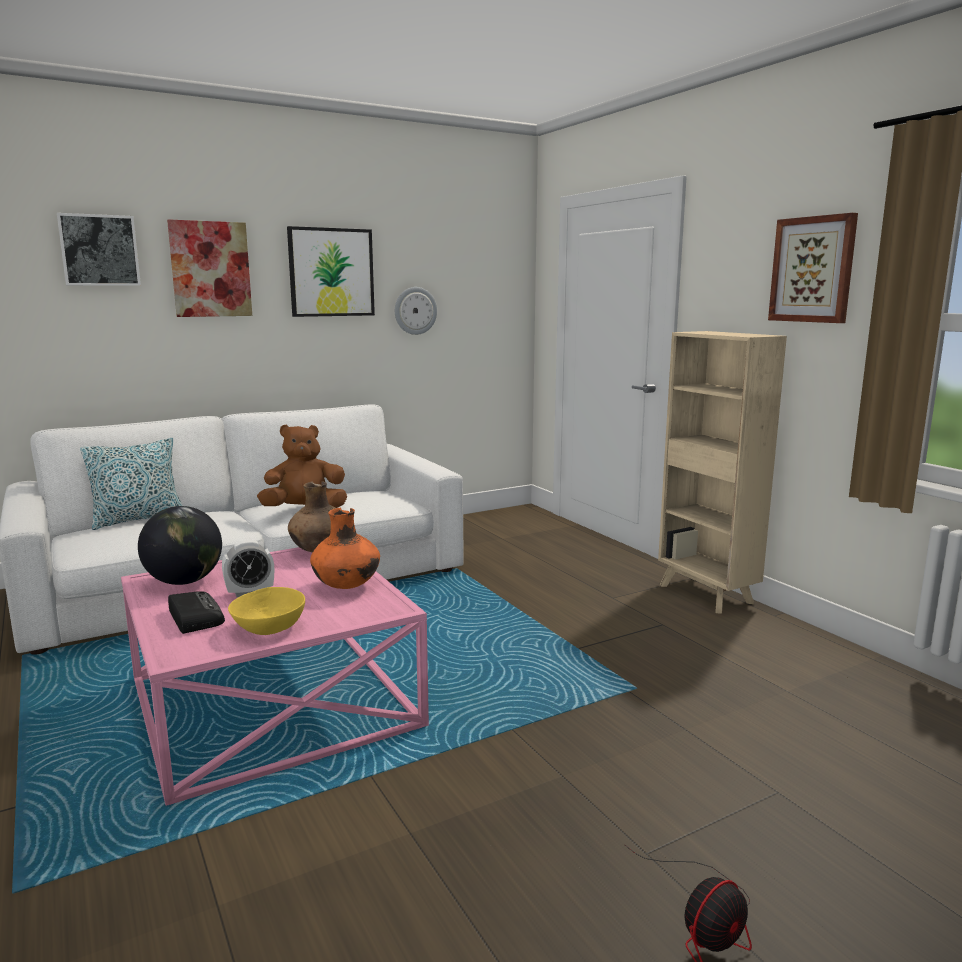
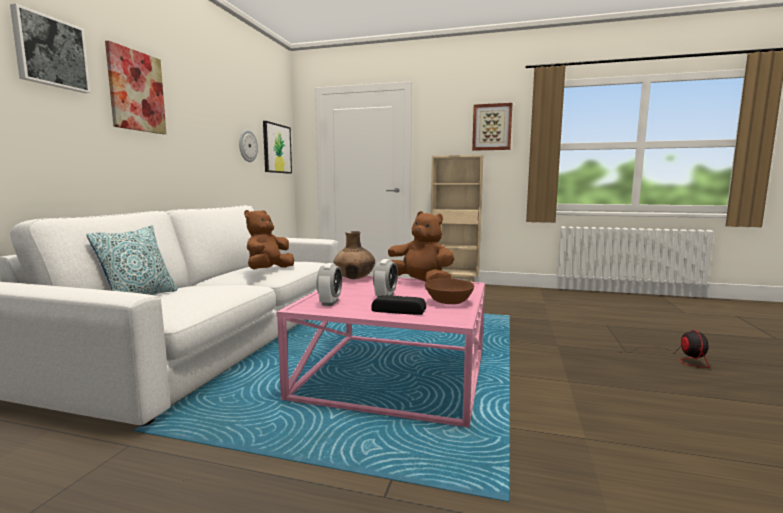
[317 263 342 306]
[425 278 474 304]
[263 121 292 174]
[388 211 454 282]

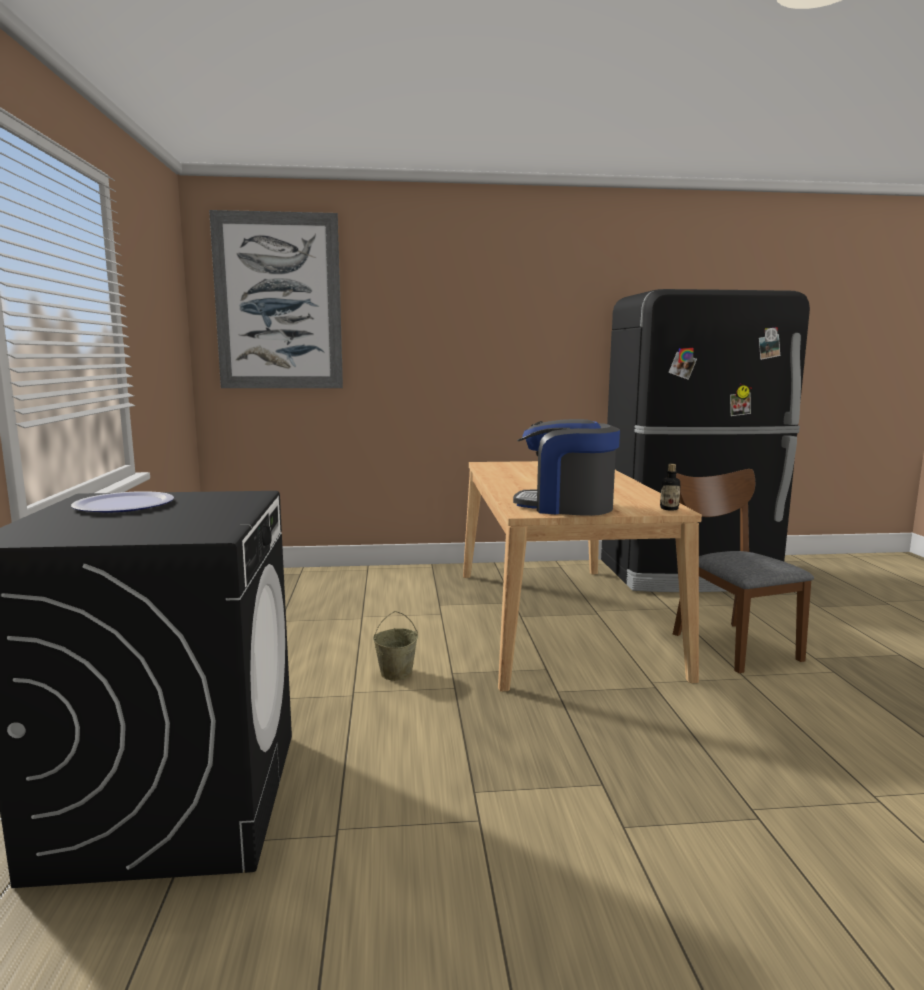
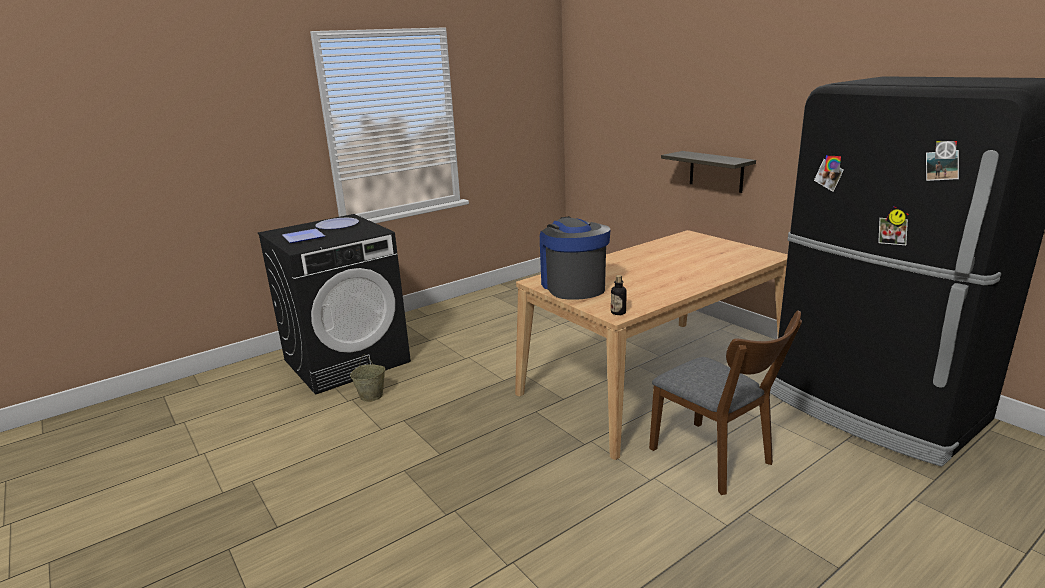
[209 210 343 388] (first image)
[350 354 385 402]
[649 310 802 495]
[282 229 325 243]
[661 151 756 193]

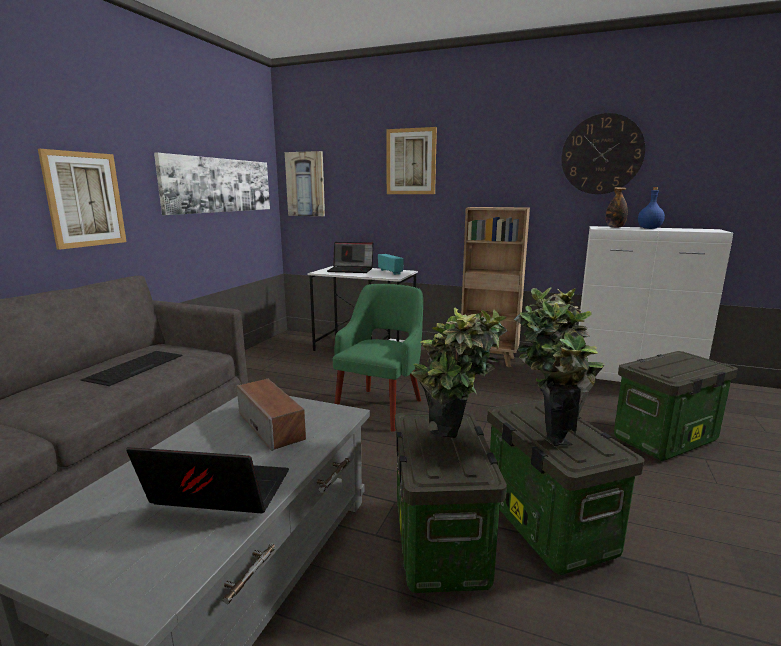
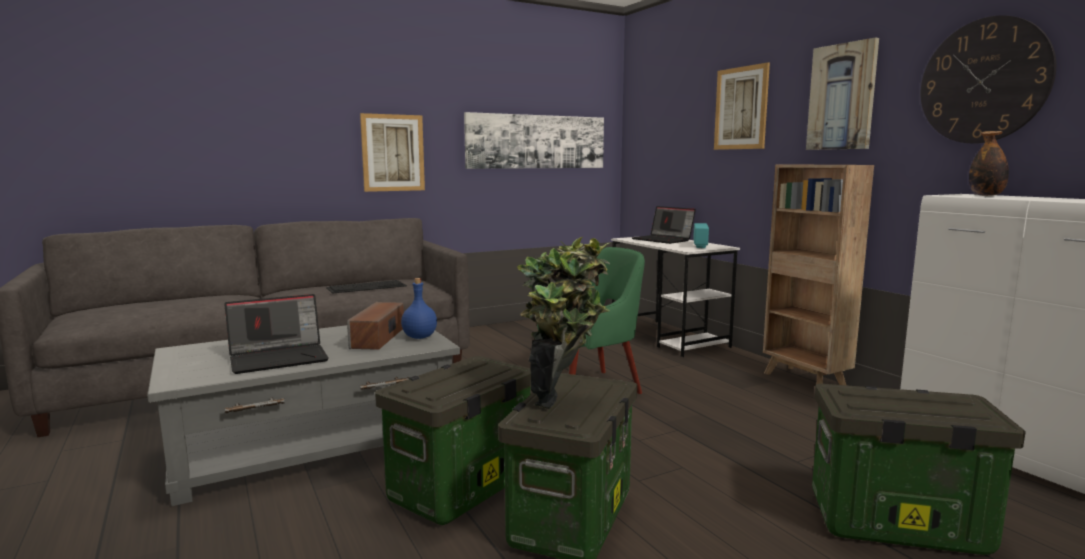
[224 294 329 374]
[806 37 879 150]
[411 308 507 438] (first image)
[401 278 437 339]

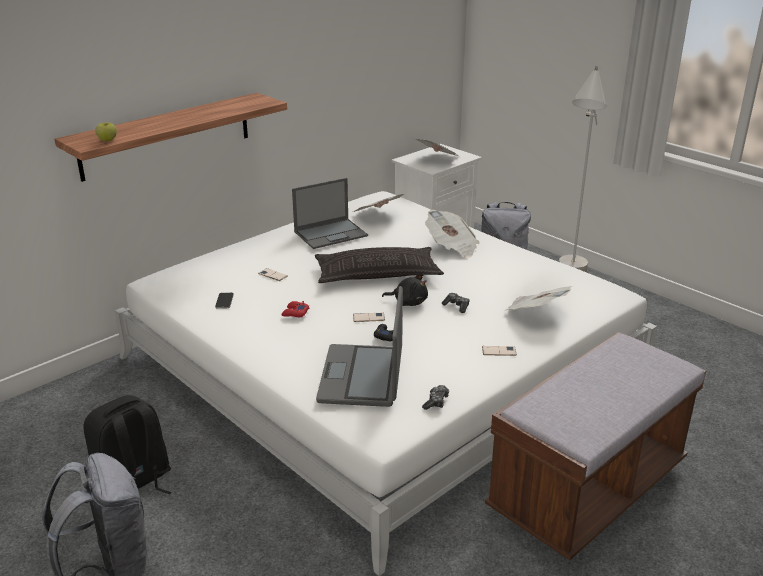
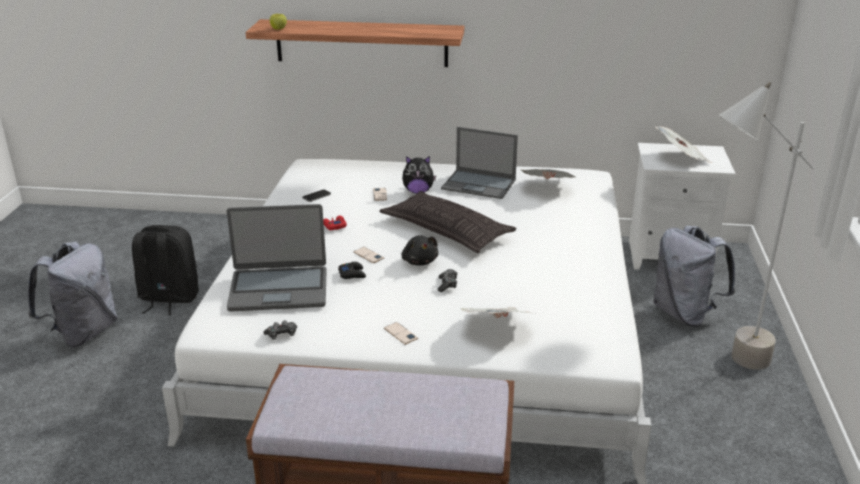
[227 204 326 311]
[425 210 479 258] (first image)
[402 156 436 194]

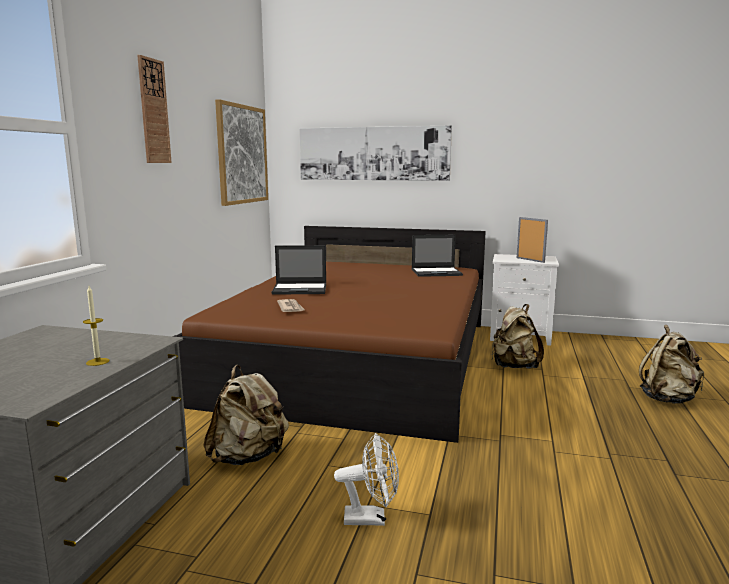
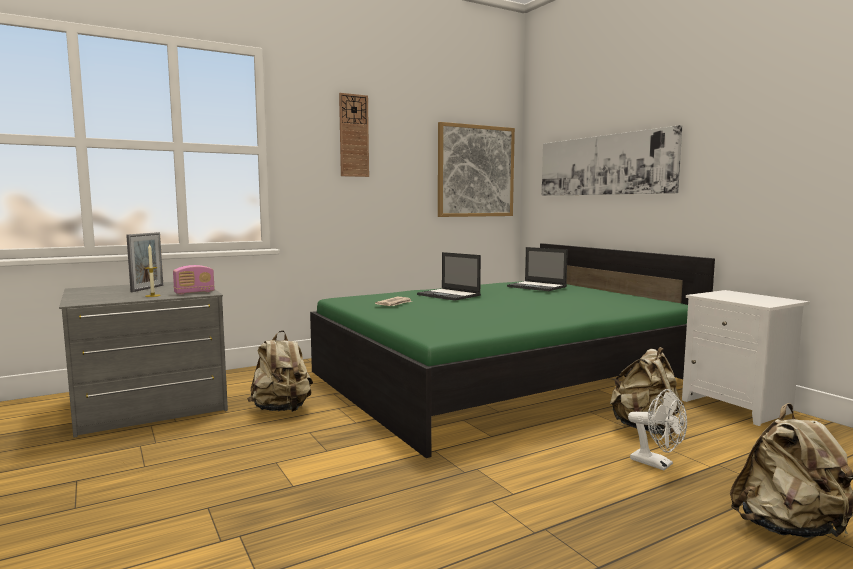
[310 243 715 458]
[628 389 687 470]
[507 247 568 291]
[126 232 163 292]
[173 265 215 294]

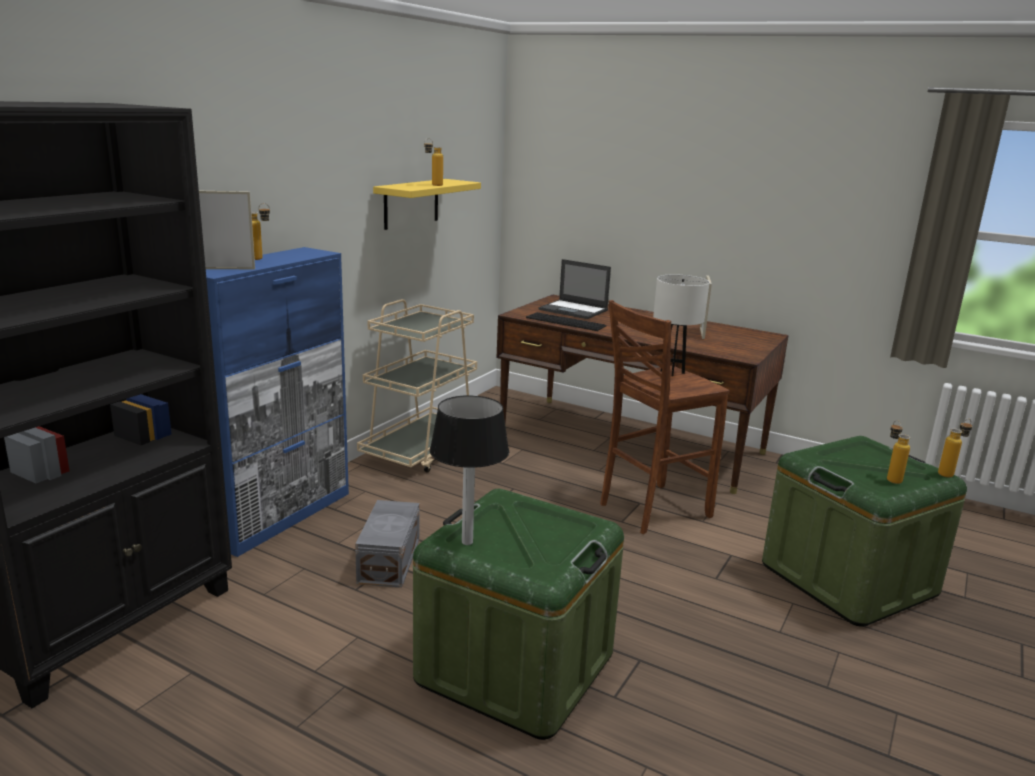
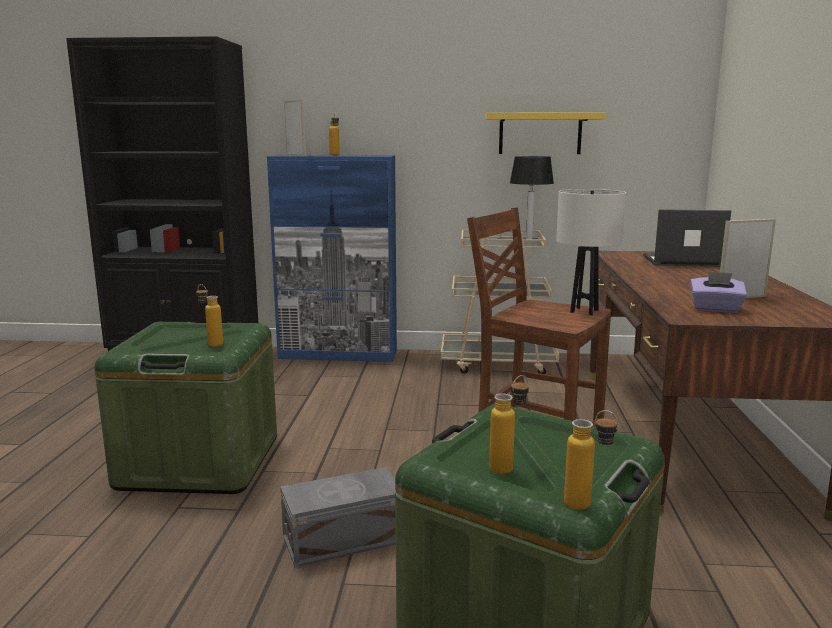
[280 467 396 567]
[196 284 223 347]
[510 156 554 239]
[526 312 607 331] (first image)
[643 209 731 267]
[690 271 747 313]

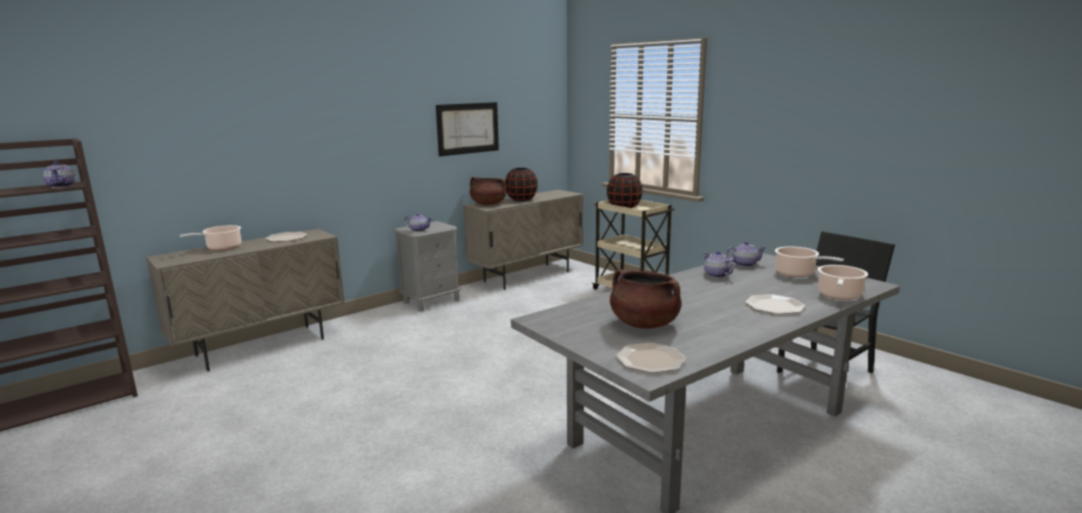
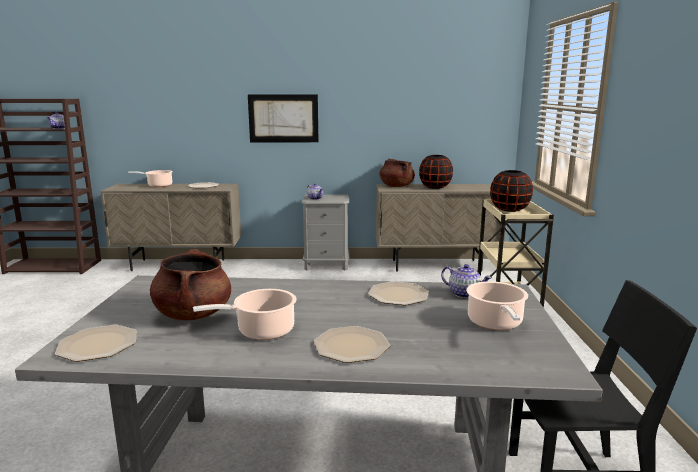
[248 94 318 142]
[368 281 429 305]
[193 289 296 340]

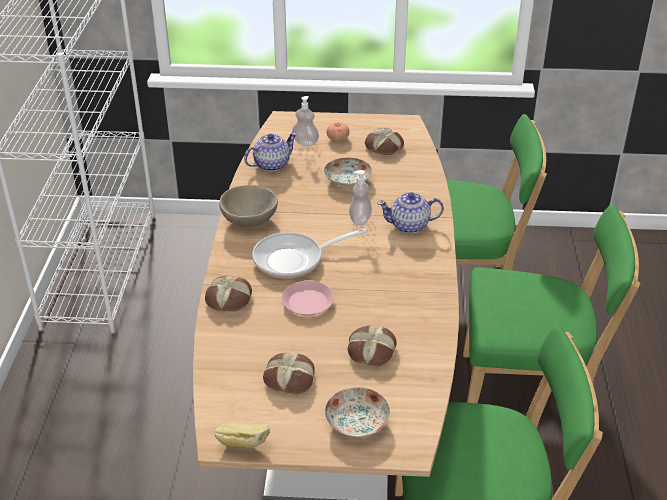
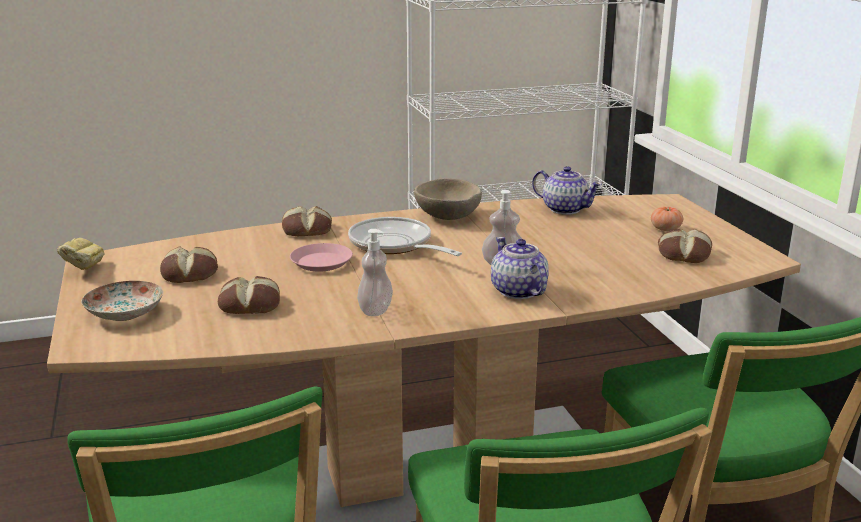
[357 229 393 316]
[324 158 372 187] (first image)

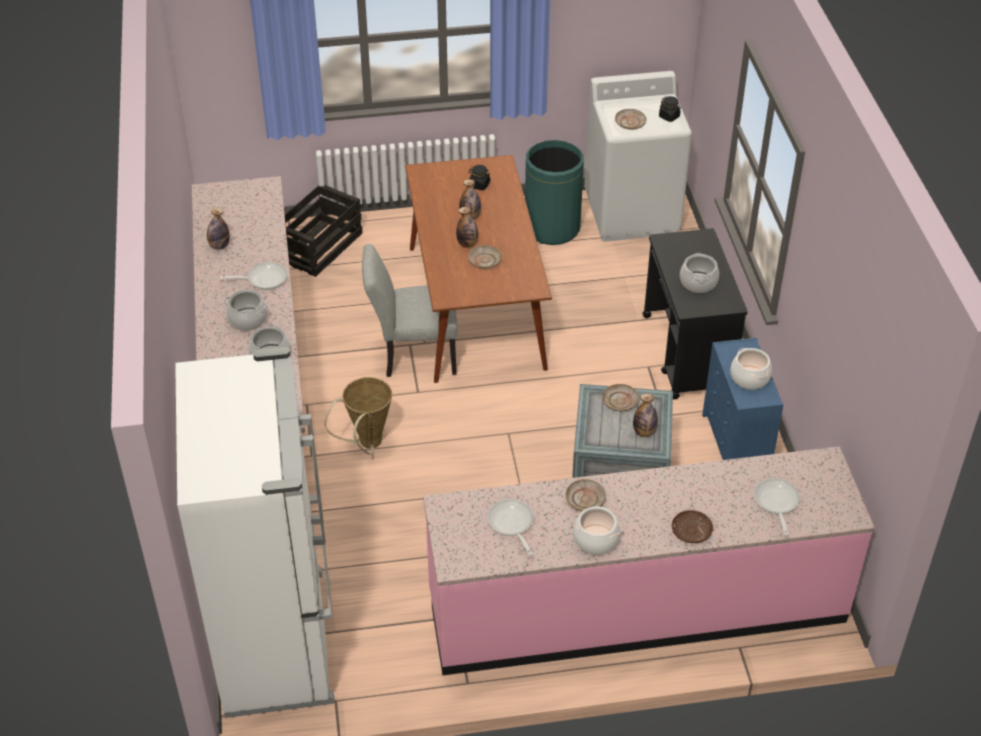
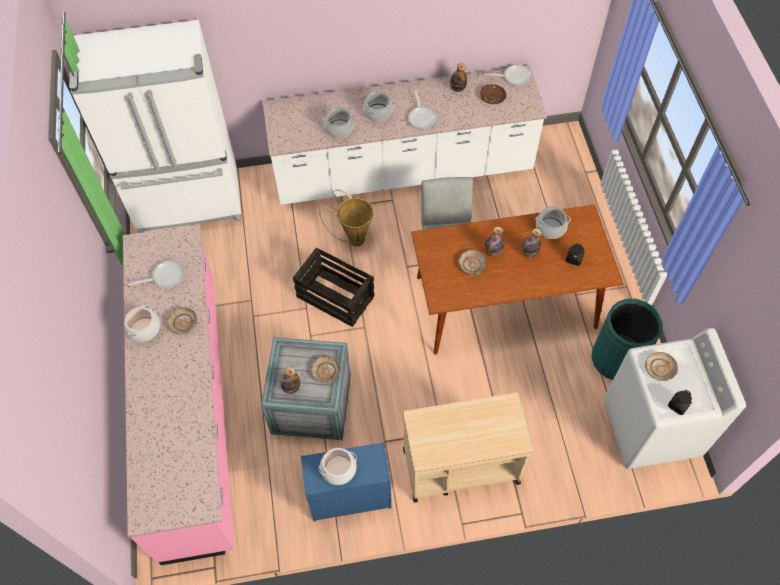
[293 248 375 327]
[403 393 533 503]
[480 84 506 104]
[535 206 571 239]
[485 64 533 86]

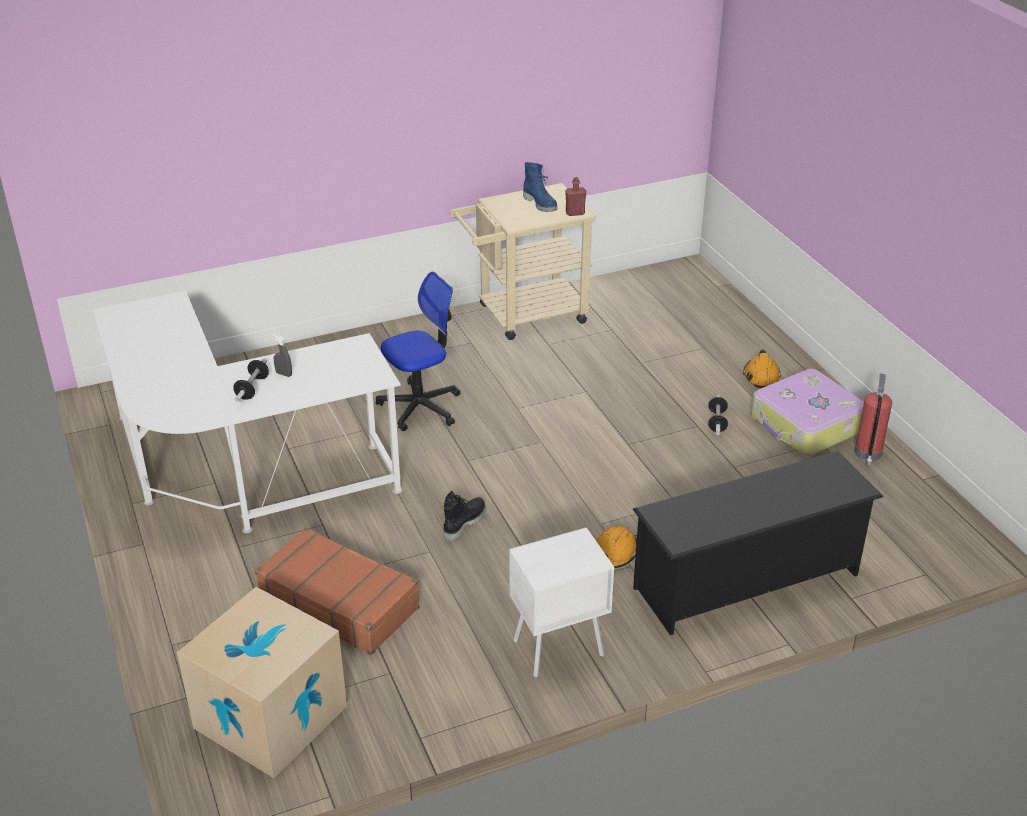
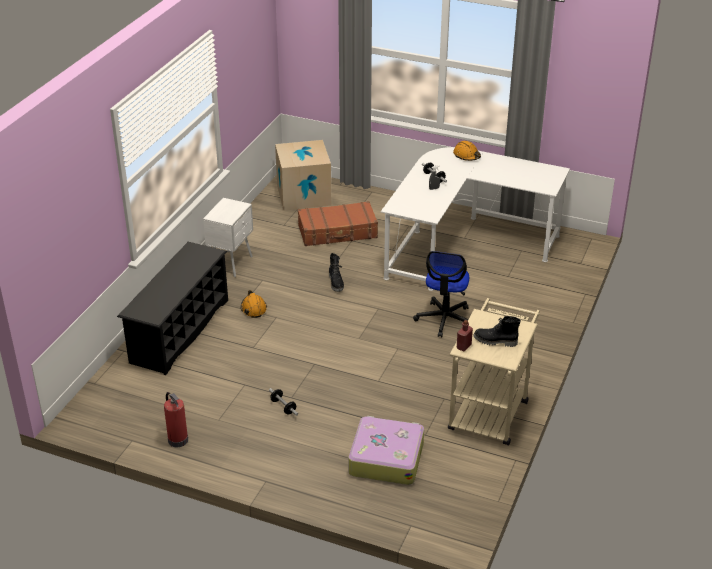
[473 316 521 347]
[453 141 481 161]
[349 416 424 485]

